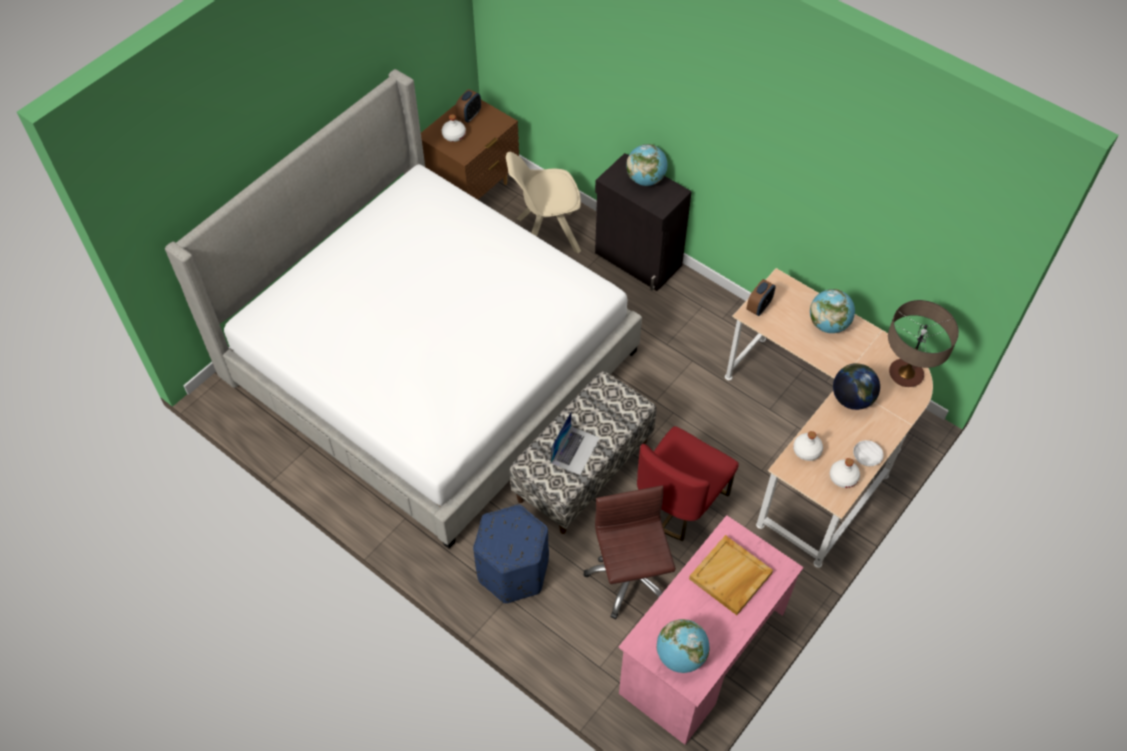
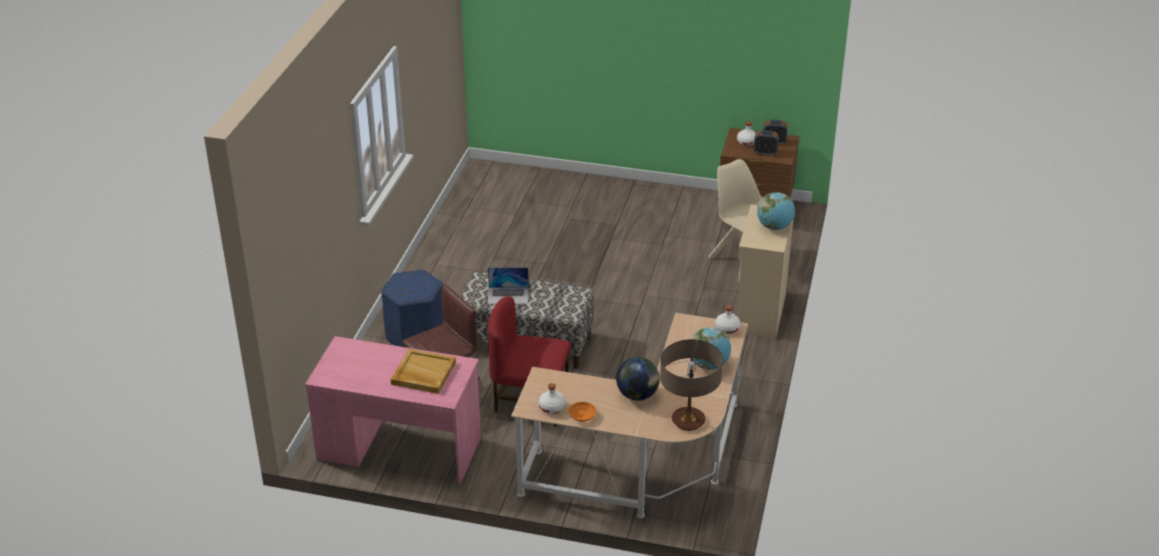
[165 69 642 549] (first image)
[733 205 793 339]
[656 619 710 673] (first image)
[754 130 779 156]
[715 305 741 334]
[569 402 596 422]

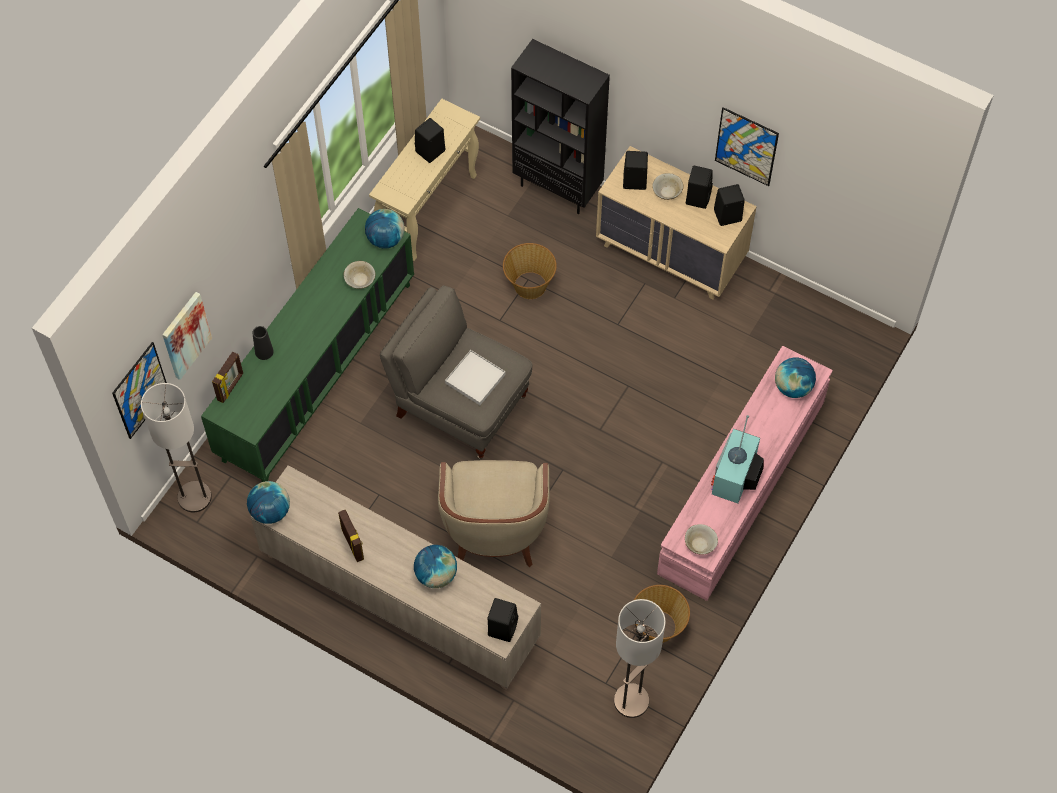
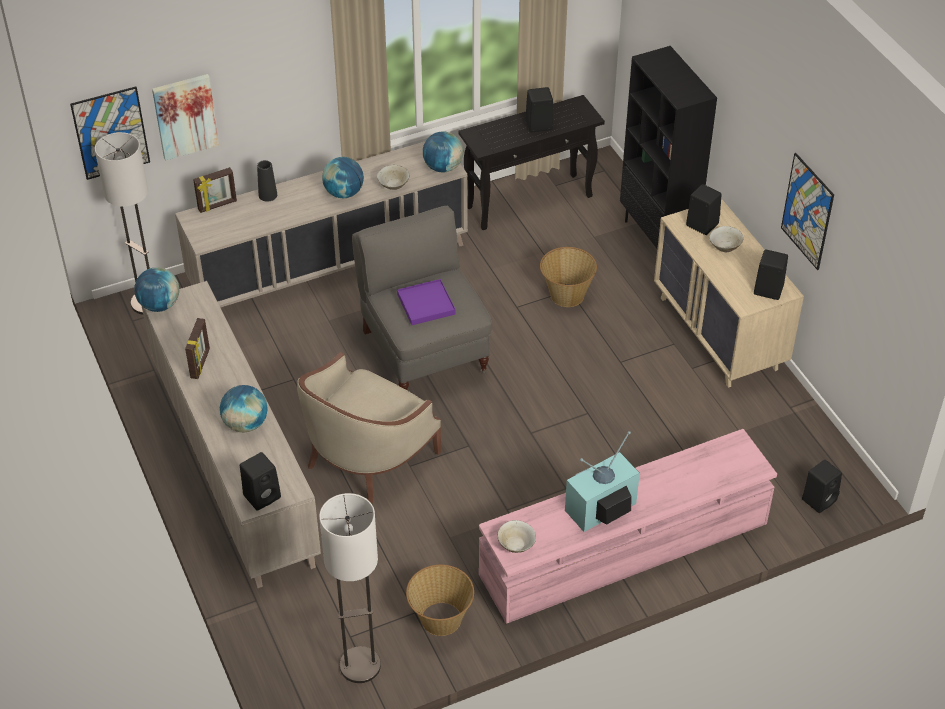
[175 142 468 308]
[459 95 605 230]
[397 279 456 325]
[802 460 842 513]
[322 157 364 198]

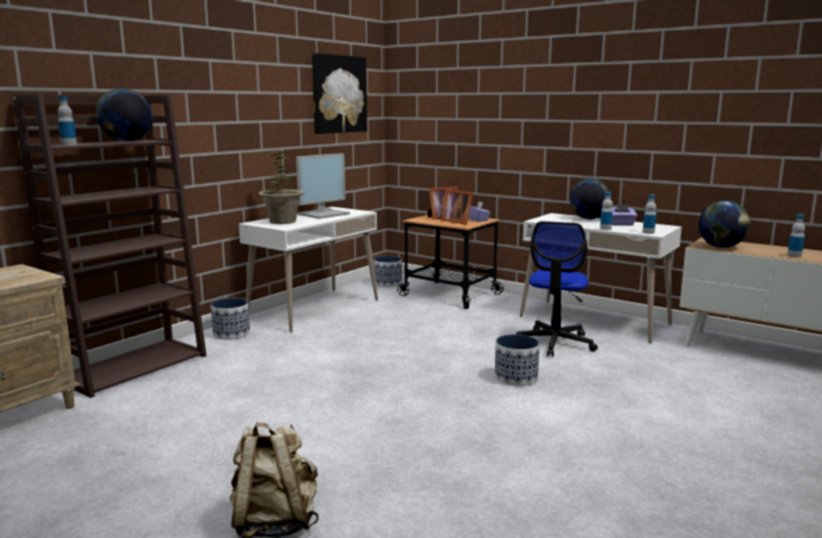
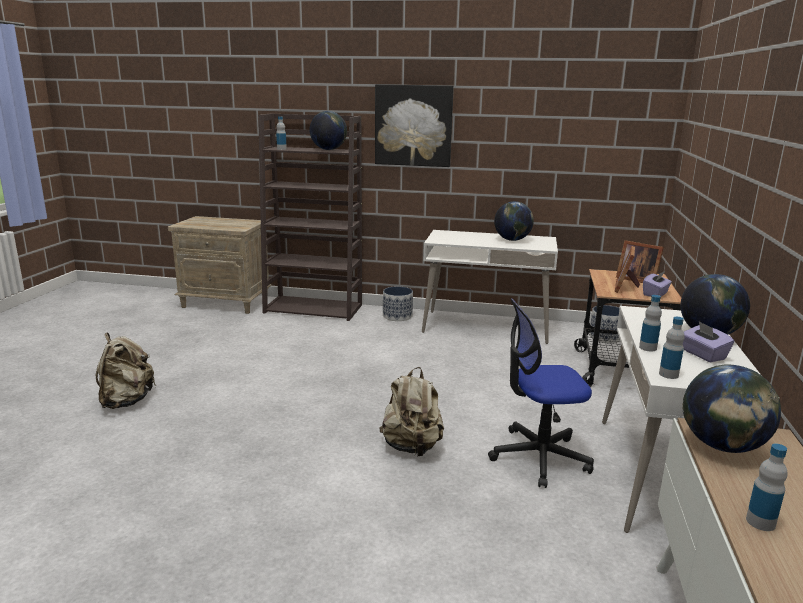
[259 152 304 224] (first image)
[494 201 534 241]
[375 84 454 167]
[379 367 444 456]

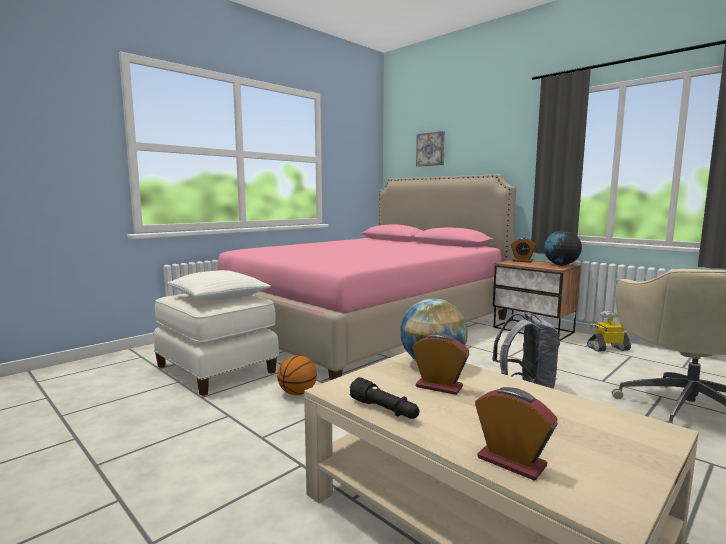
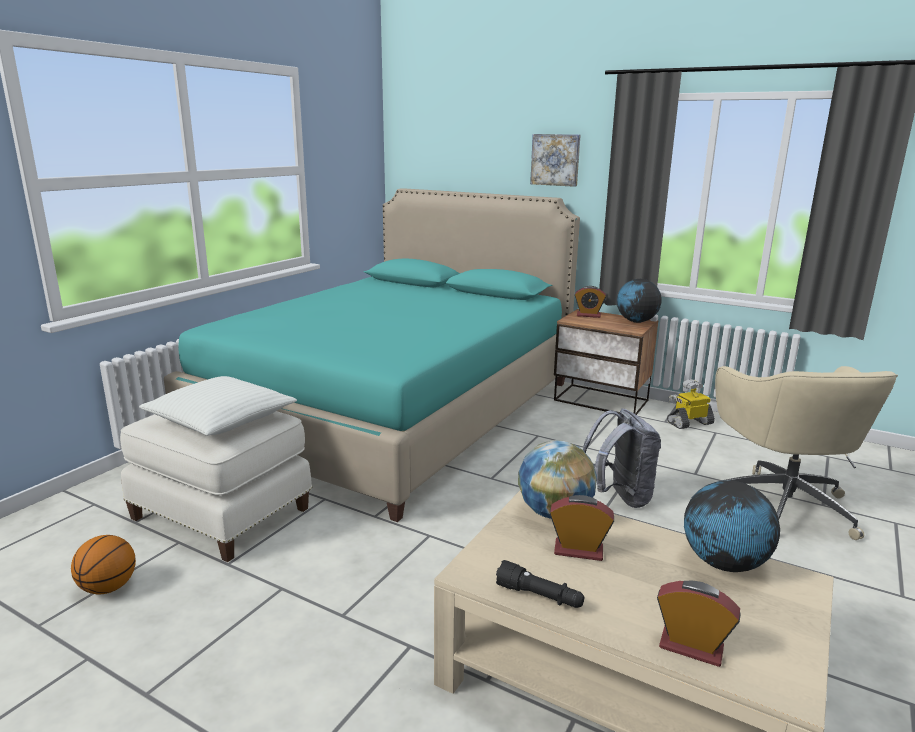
[164 188 580 522]
[71 535 136 594]
[530 134 581 187]
[684 481 780 572]

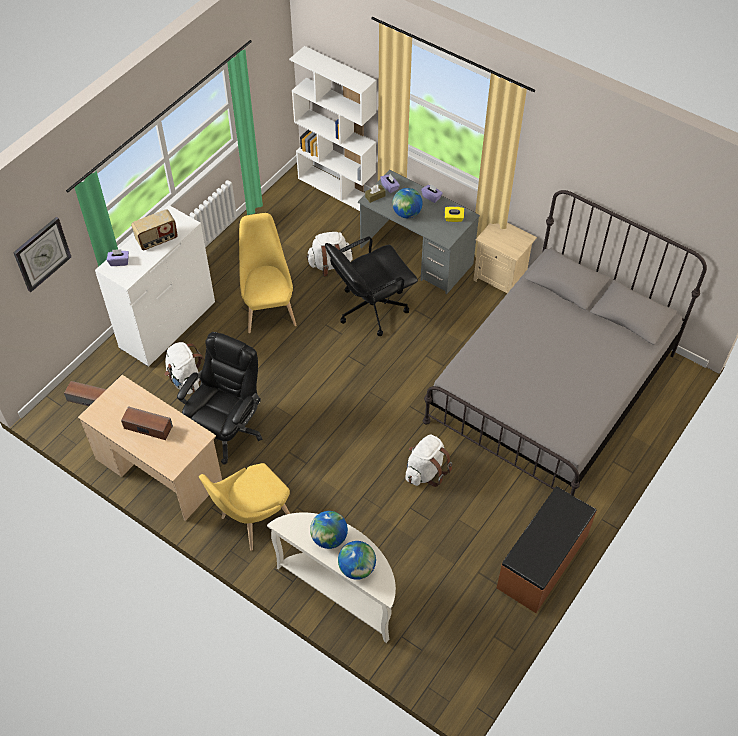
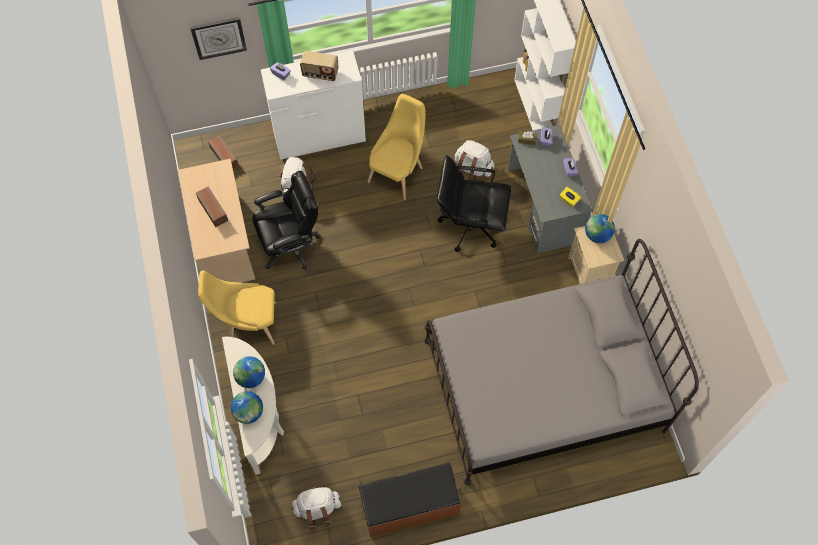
[585 214 615 243]
[291 484 341 530]

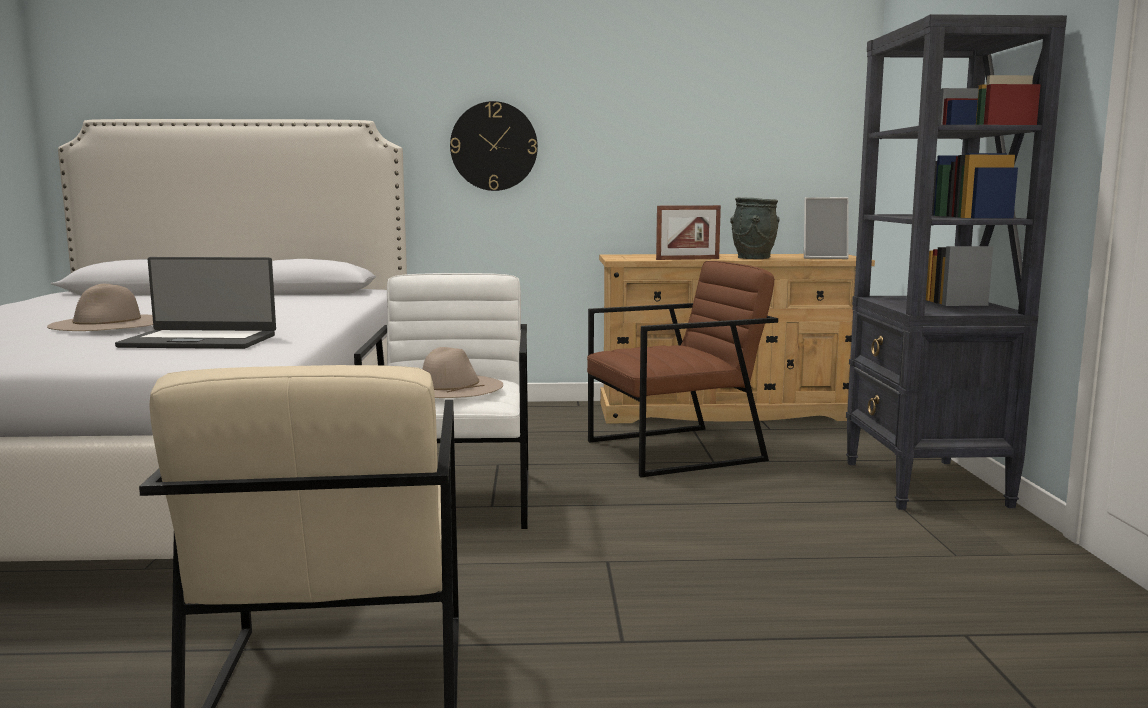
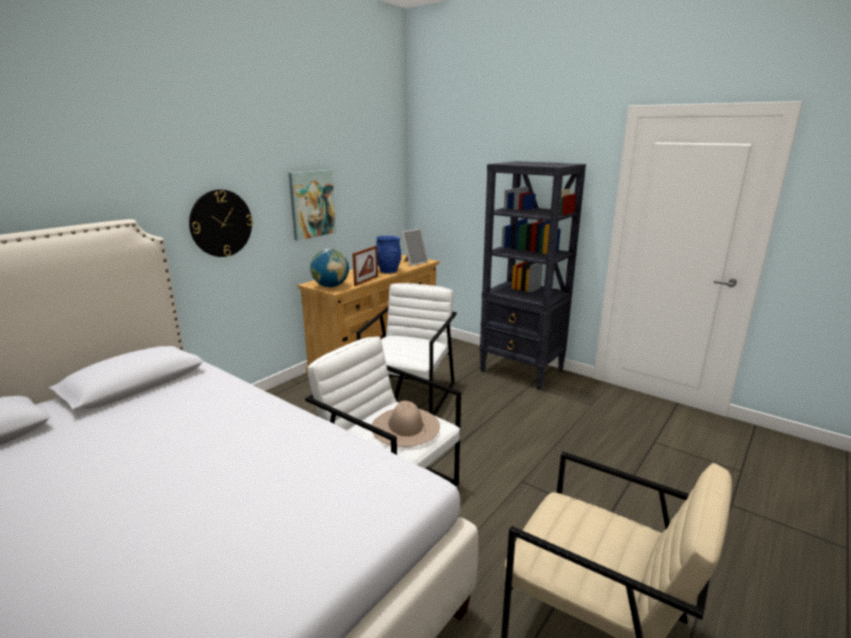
[47 284 153 331] (first image)
[115 257 276 349] (first image)
[356 283 457 416]
[376 236 401 273]
[289 170 336 241]
[310 249 349 287]

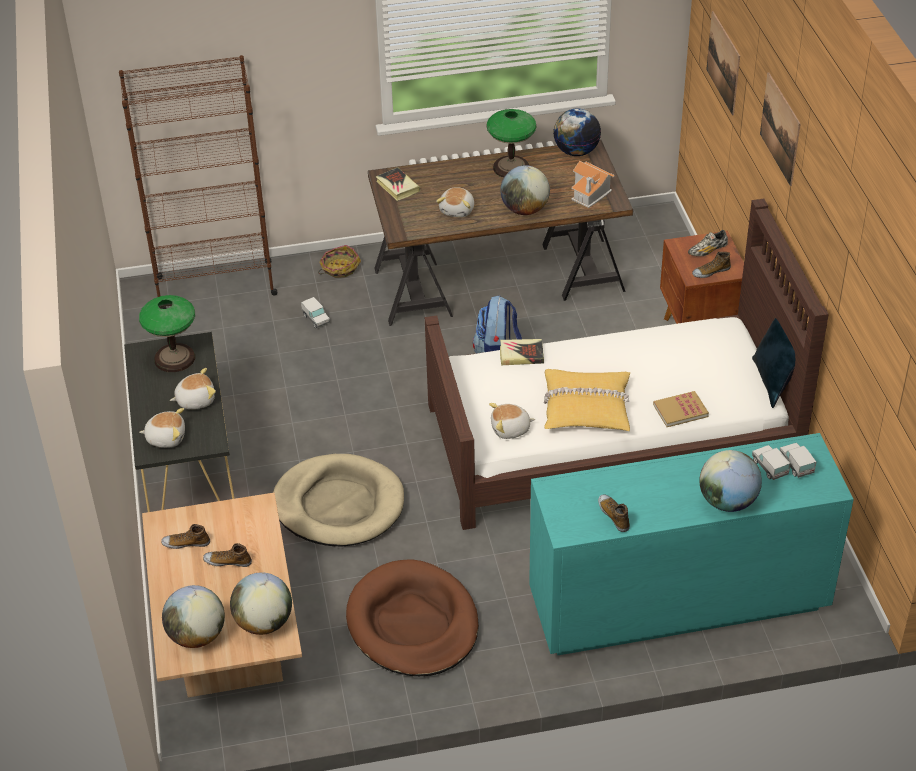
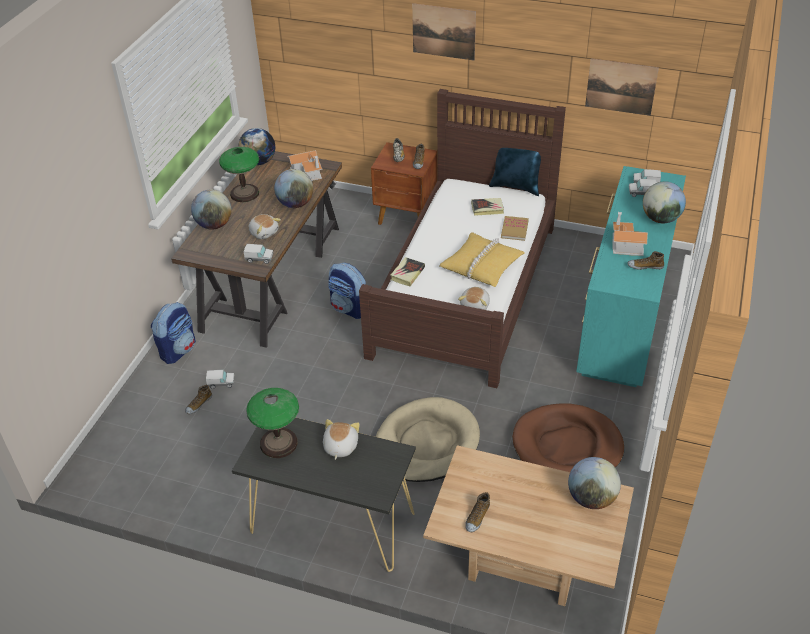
[119 55 278 309] (first image)
[139 408 185 448] (first image)
[191 190 232 229]
[185 385 212 414]
[151 302 196 364]
[471 198 504 216]
[585 58 659 116]
[244 244 273 264]
[612 212 648 256]

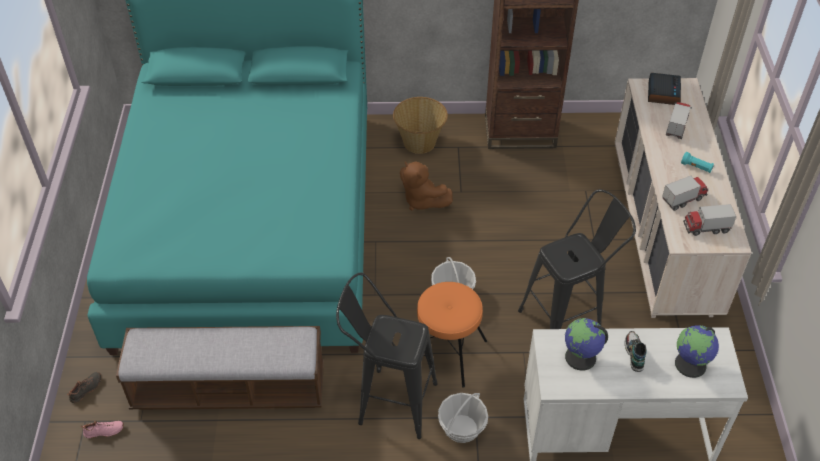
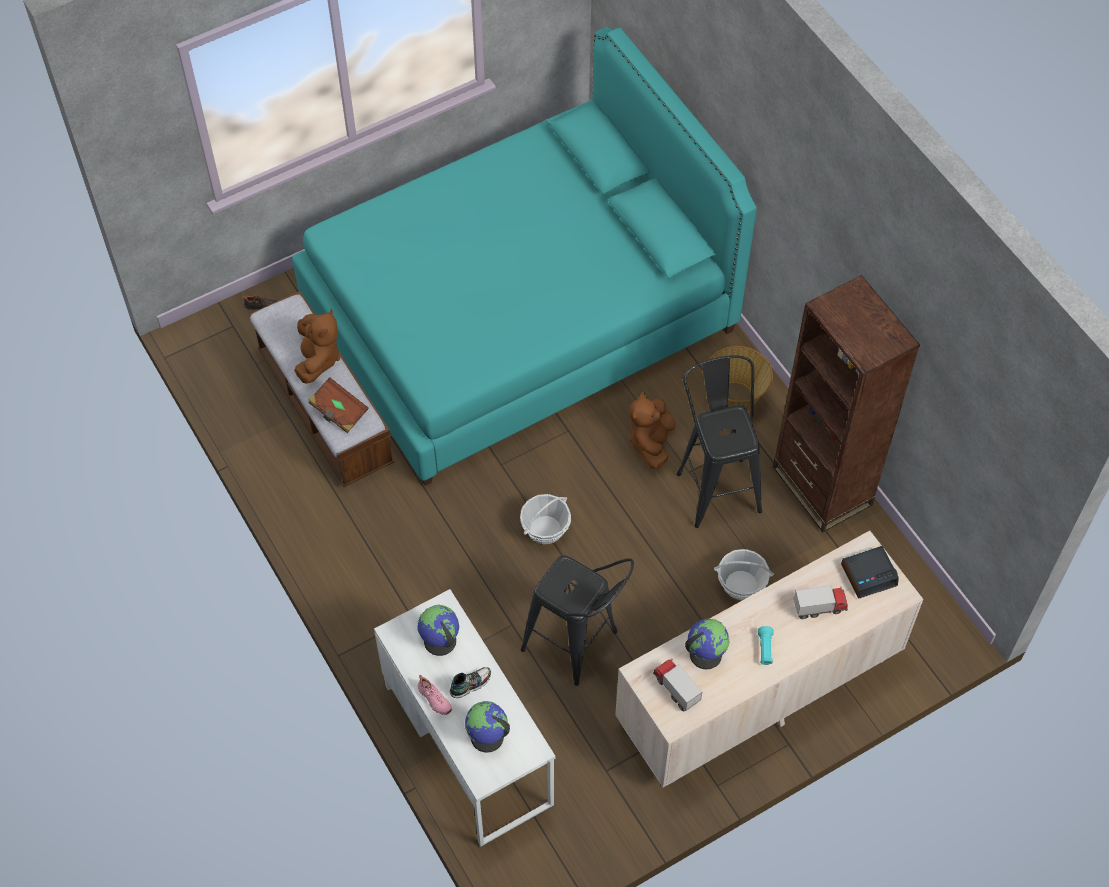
[417 675 452 715]
[677 355 762 528]
[417 282 487 388] (first image)
[714 549 774 600]
[685 619 730 669]
[294 309 340 384]
[308 377 369 433]

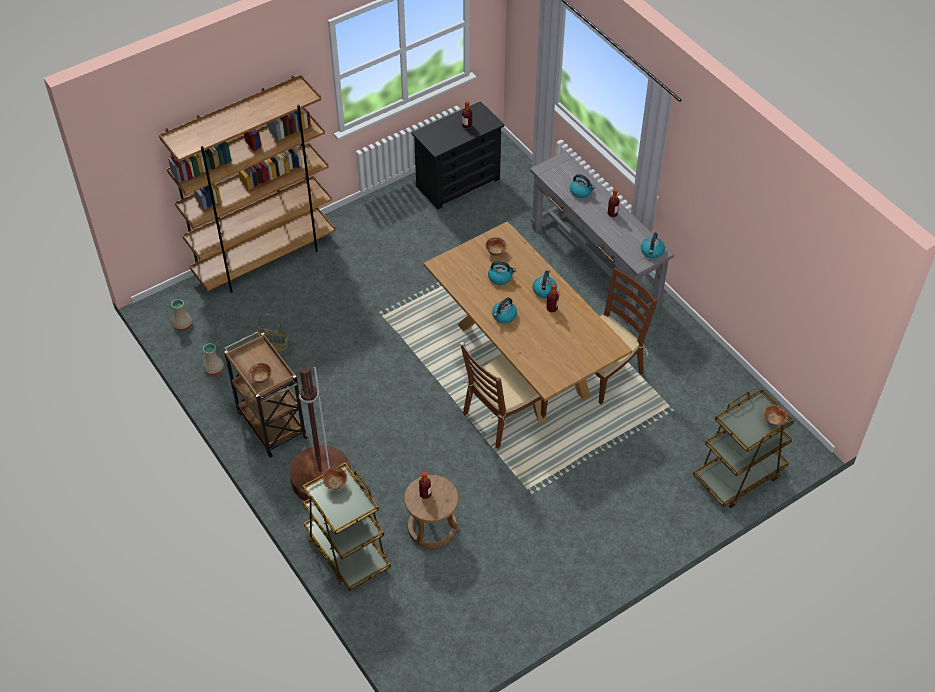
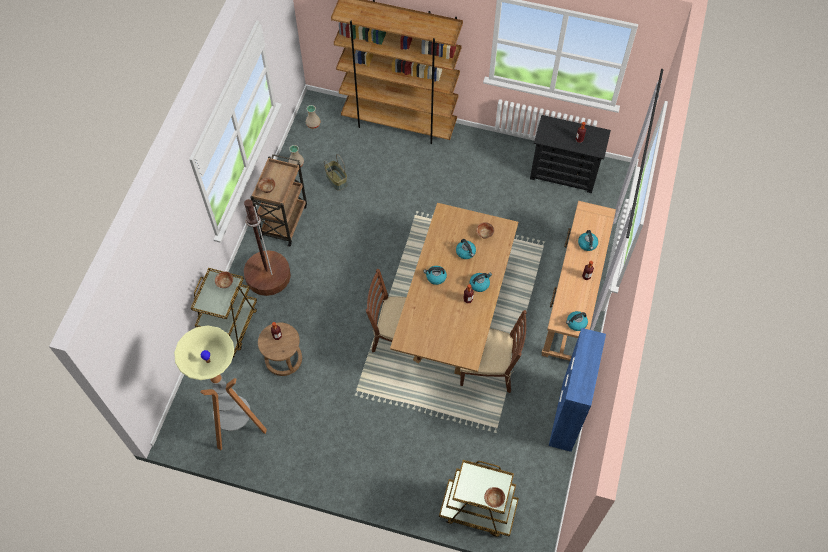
[542 201 616 361]
[174 325 267 451]
[549 328 606 452]

